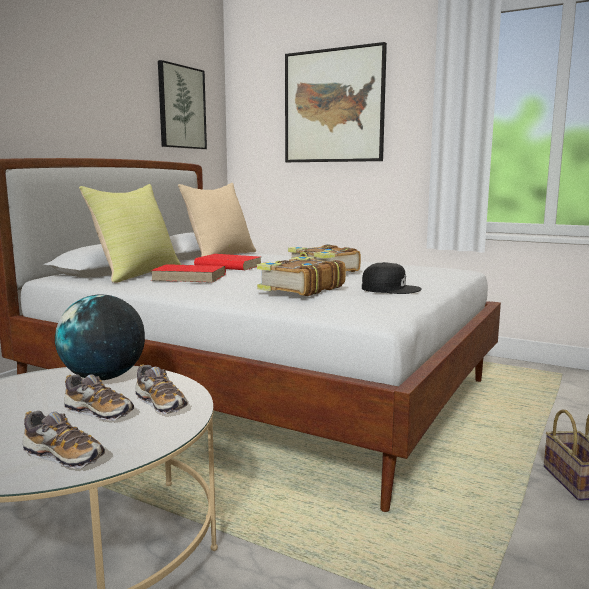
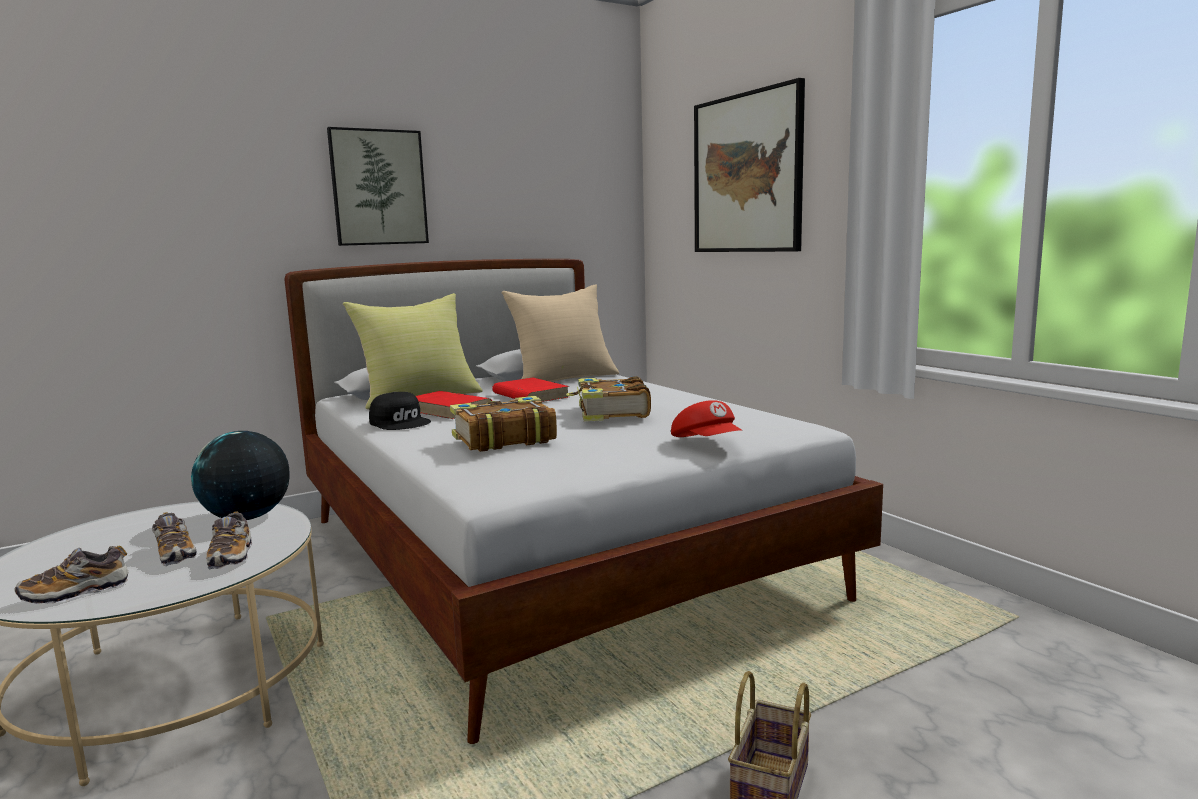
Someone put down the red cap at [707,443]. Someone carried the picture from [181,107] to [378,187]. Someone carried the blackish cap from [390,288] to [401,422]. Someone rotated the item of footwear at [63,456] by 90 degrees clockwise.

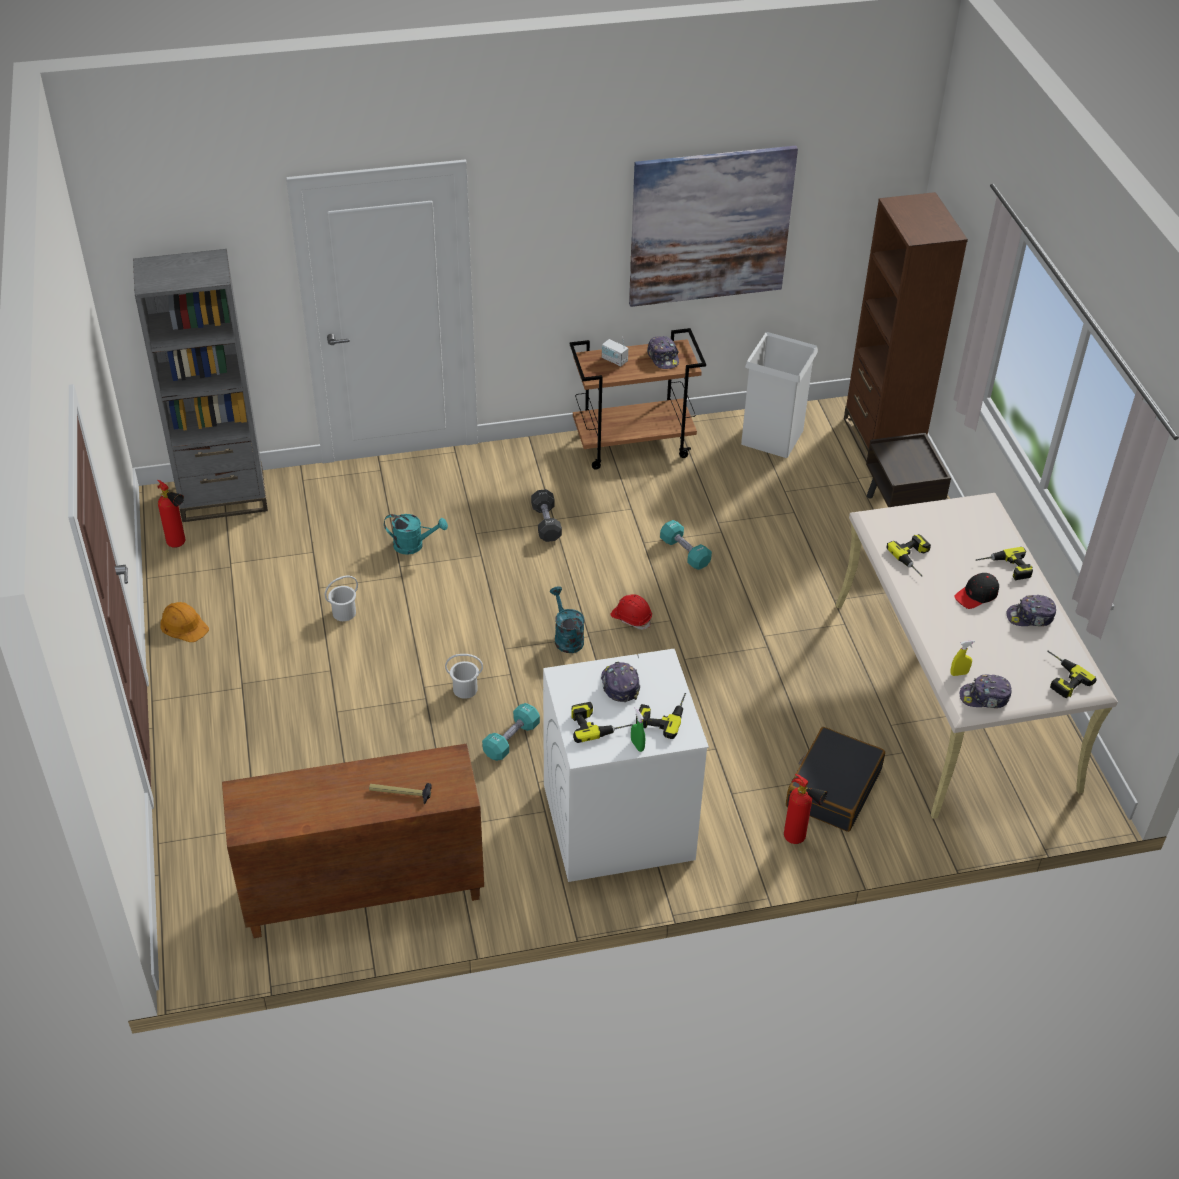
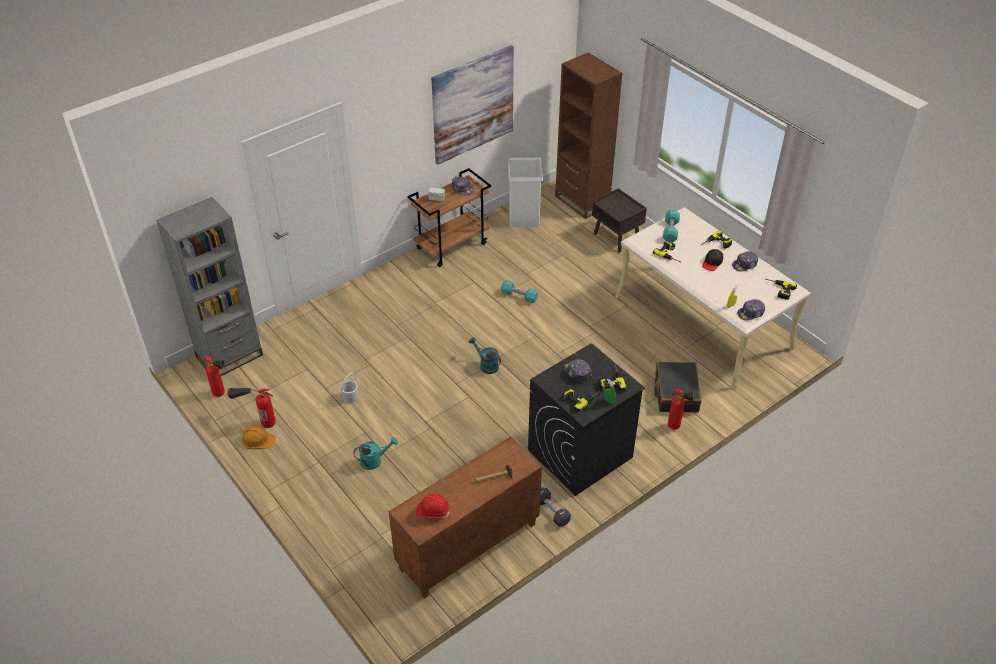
Someone took away the whitish bucket at [465,689]. Someone put down the fire-fighting cylinder at [256,419]. Someone carried the turquoise watering can from [414,545] to [375,460]. Someone carried the turquoise hand weight from [511,739] to [670,231]. Someone carried the blackish hand weight from [546,523] to [551,511]. Someone carried the red hard hat from [631,618] to [432,511]. Someone repainted the whitish washing machine at [617,822], which became the blackish washing machine at [579,454].

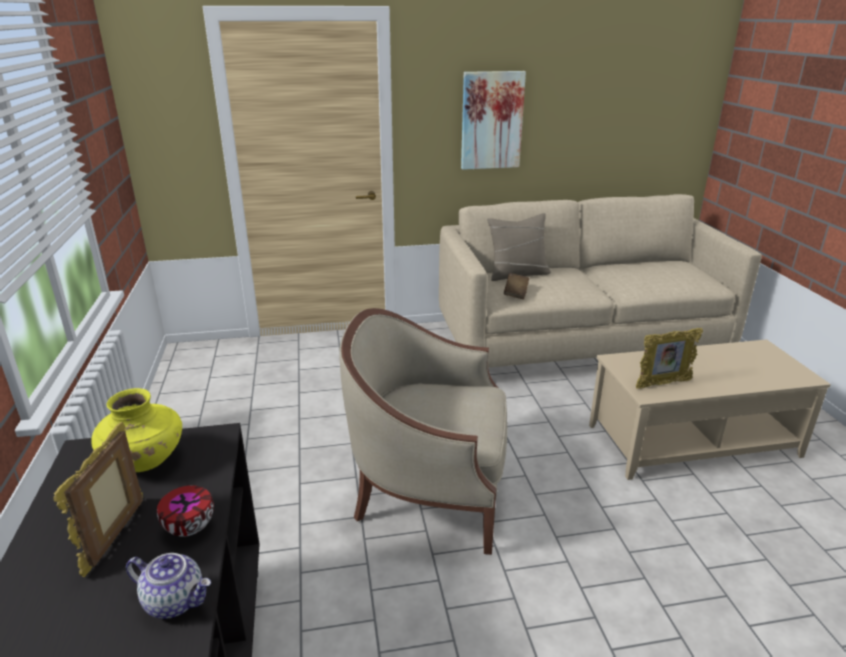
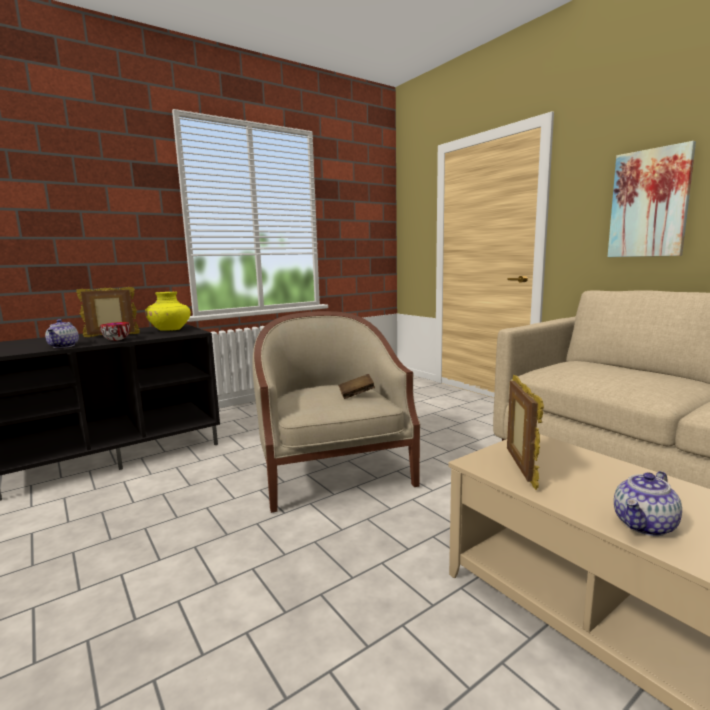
Someone took away the beige cushion at [517,274]. Someone put down the teapot at [645,525]. Someone carried the brownish book from [516,293] to [356,395]. Someone rotated the picture frame at [662,384] by 135 degrees counterclockwise.

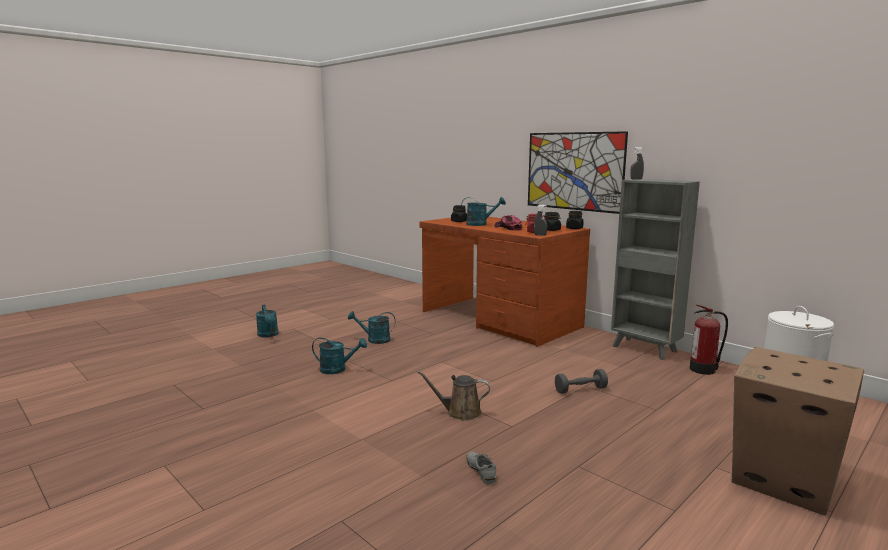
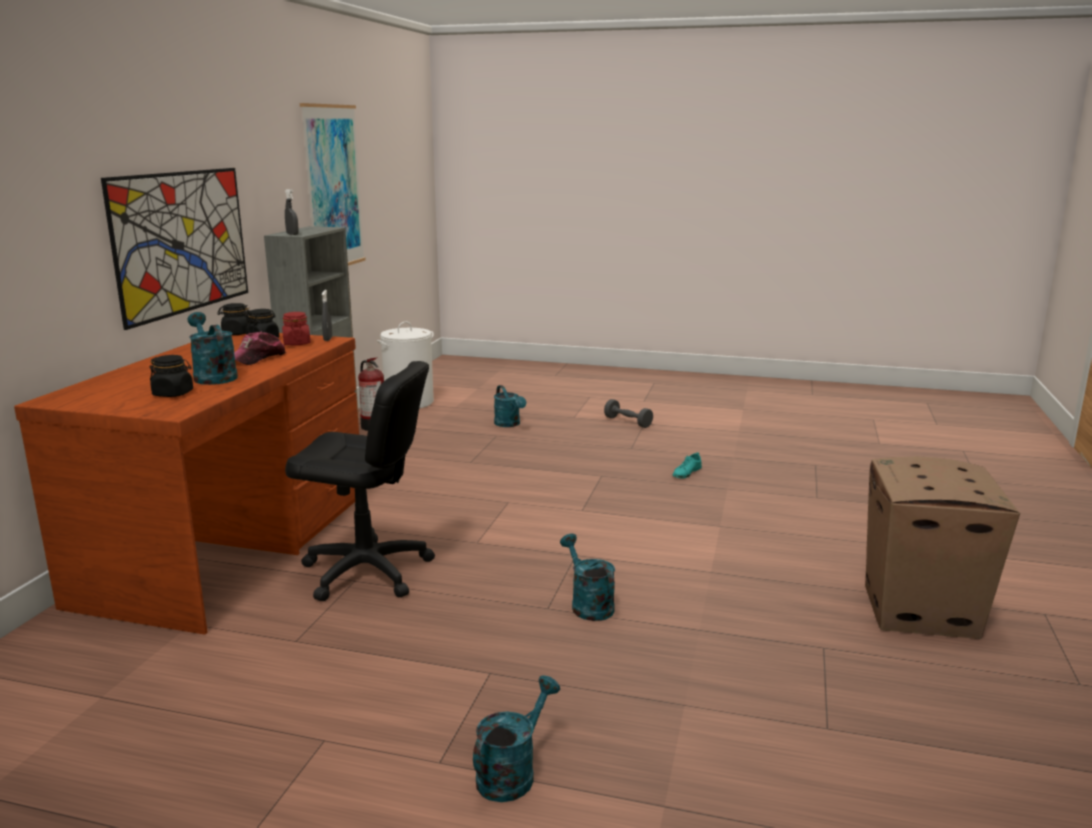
Someone took away the brownish watering can at [460,412]. Someone put down the blackish computer chair at [367,572]. Someone put up the picture at [333,188]. Someone carried the turquoise watering can from [374,340] to [509,424]. Someone carried the grey hand weight from [580,390] to [628,422]. Someone carried the carton from [781,479] to [920,611]. Someone repainted the grey item of footwear at [481,470], which became the turquoise item of footwear at [686,472].

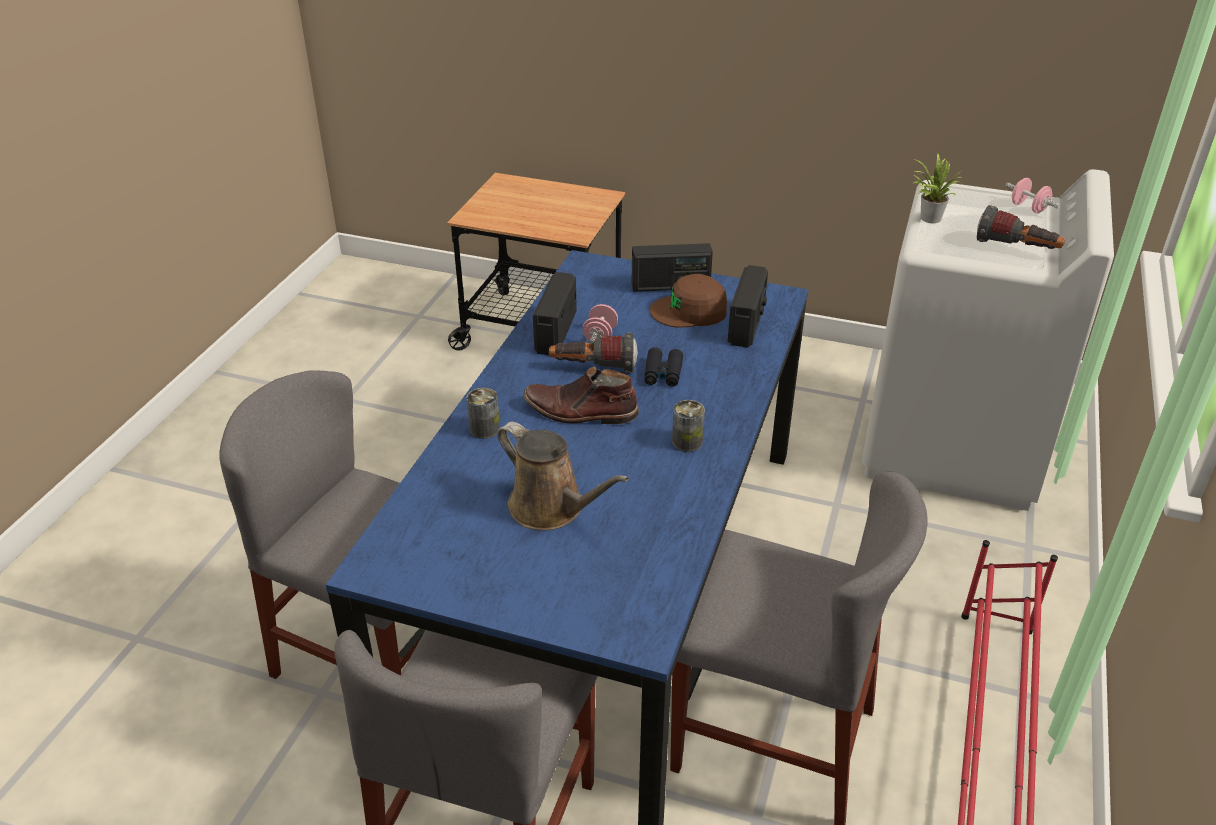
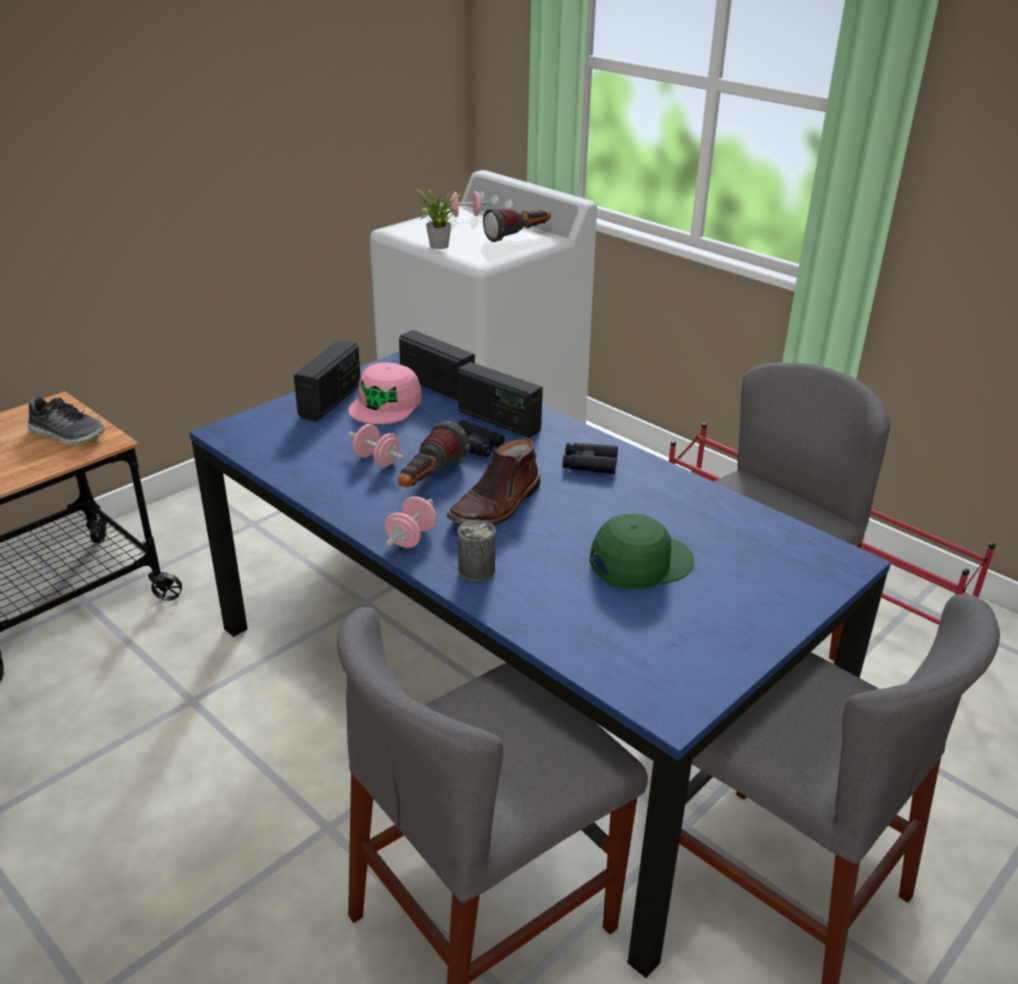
Someone put down the item of footwear at [67,434]. Someone put down the pink-coloured hand weight at [411,538]. Someone carried the radio from [555,332] to [498,421]. Someone swapped the brownish watering can at [552,508] for the greenish cap at [639,562]. Someone swapped the can at [687,441] for the blackish field glasses at [589,464]. Someone repainted the brownish cap at [689,311], which became the pink-coloured cap at [386,404].

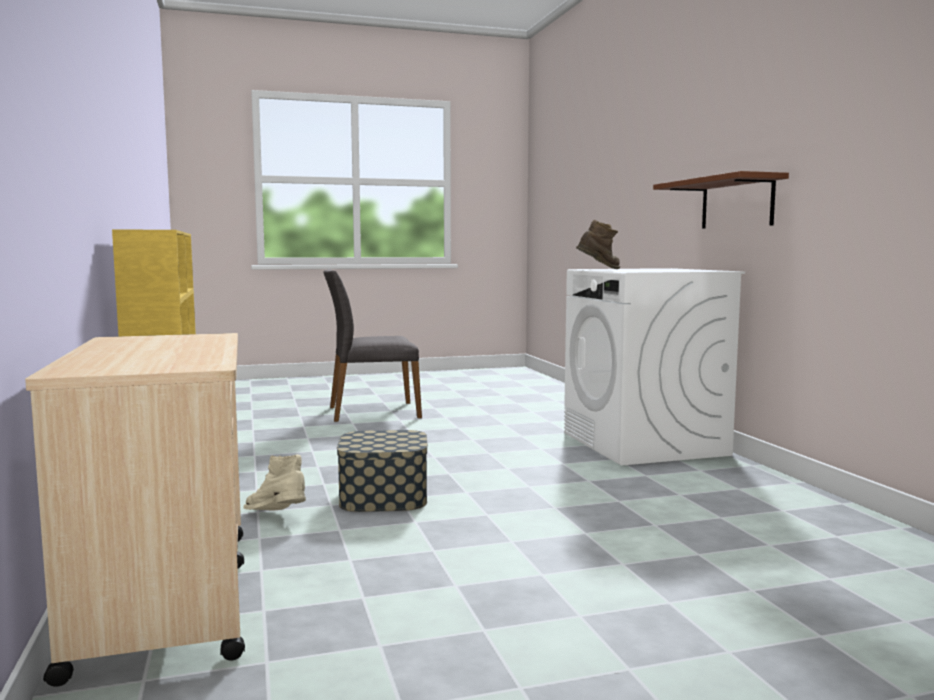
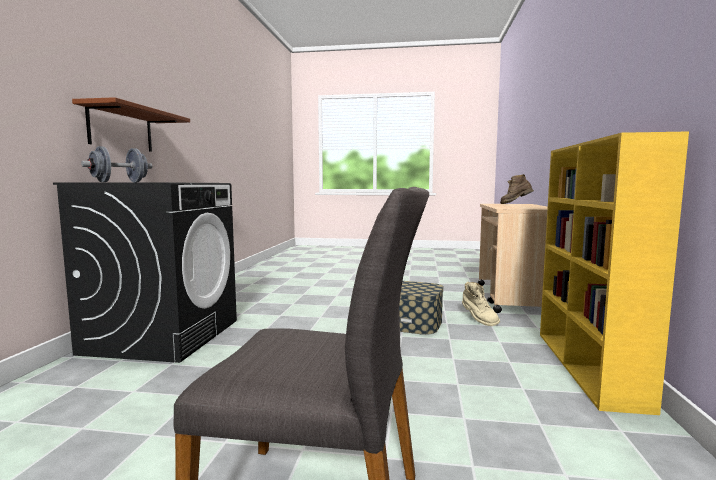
Someone put down the grey hand weight at [120,182]. Someone carried the brownish boot from [599,269] to [515,204]. Someone repainted the whitish washing machine at [644,444], which became the blackish washing machine at [164,336].

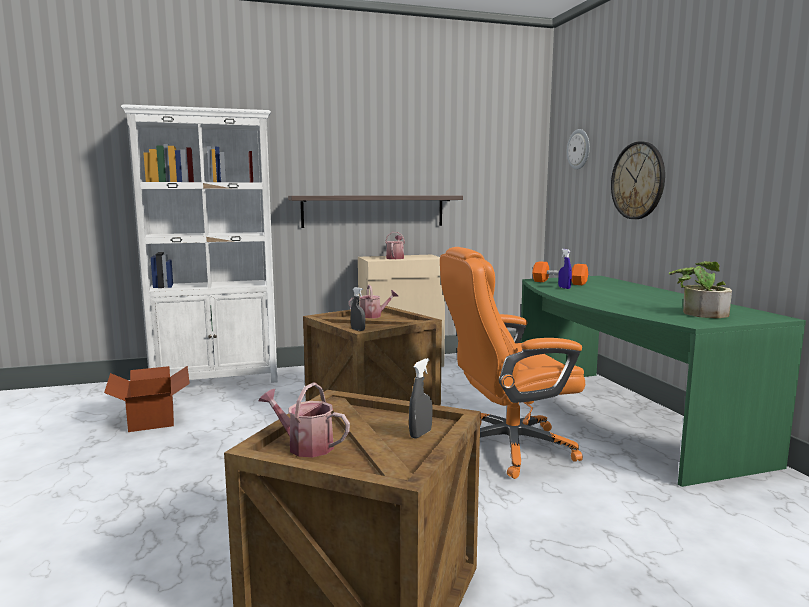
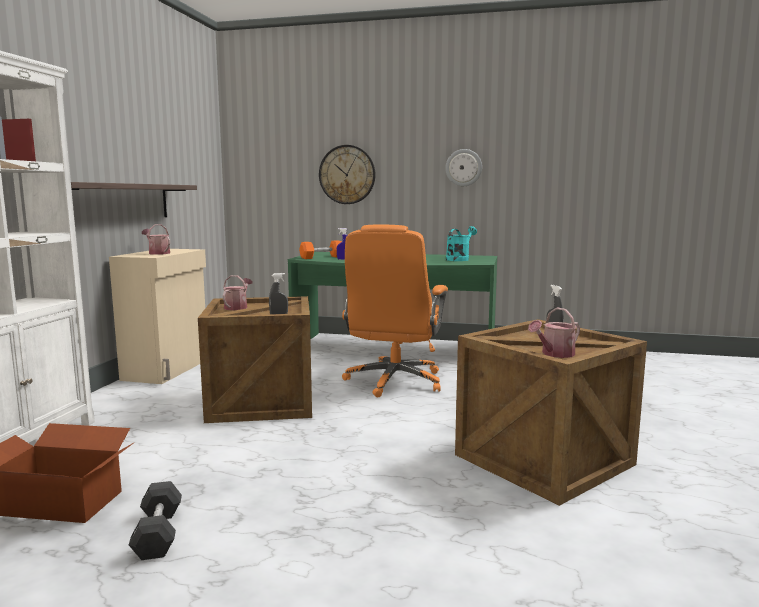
Someone put down the blackish hand weight at [158,533]. Someone carried the clock on the wall from [579,149] to [463,167]. Someone swapped the plant in a pot at [699,312] for the turquoise watering can at [459,259].

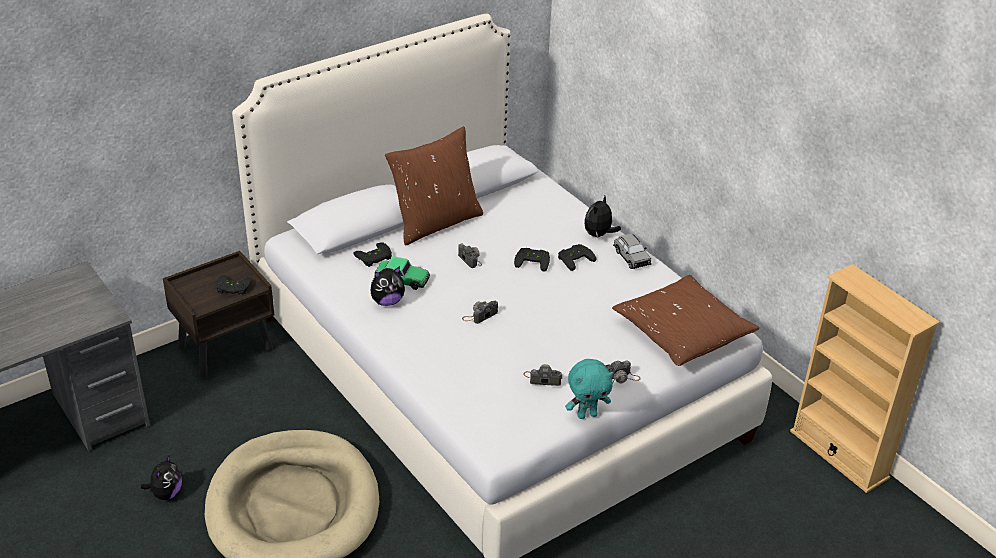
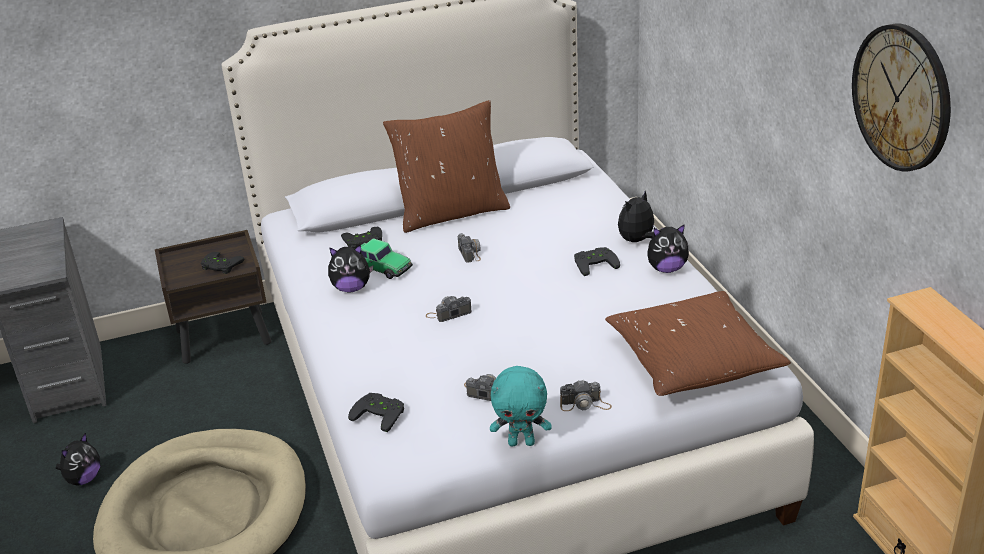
Someone put up the clock on the wall at [902,97]. Someone carried the blackish joypad from [533,260] to [380,413]. Someone swapped the grey miniature car at [631,257] for the cuddly toy at [666,269].

